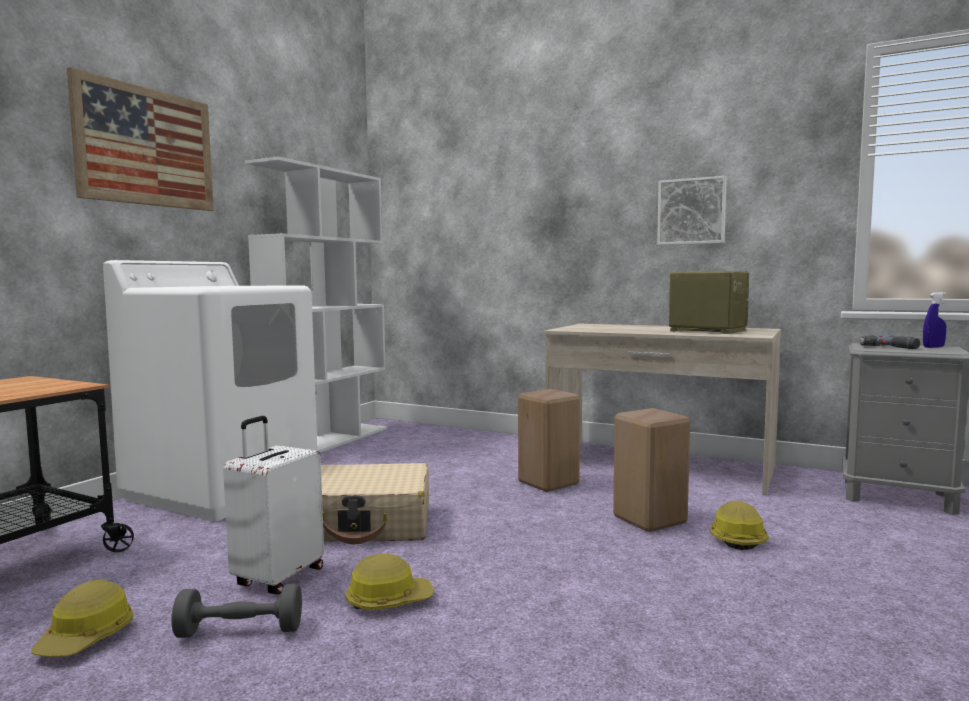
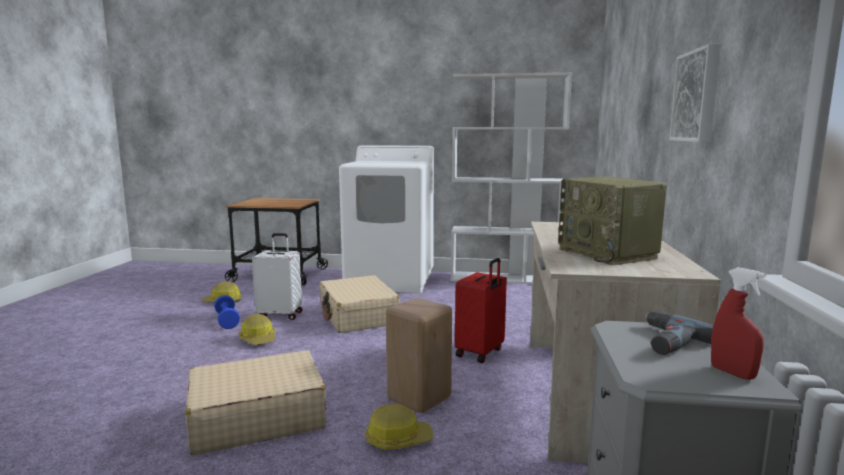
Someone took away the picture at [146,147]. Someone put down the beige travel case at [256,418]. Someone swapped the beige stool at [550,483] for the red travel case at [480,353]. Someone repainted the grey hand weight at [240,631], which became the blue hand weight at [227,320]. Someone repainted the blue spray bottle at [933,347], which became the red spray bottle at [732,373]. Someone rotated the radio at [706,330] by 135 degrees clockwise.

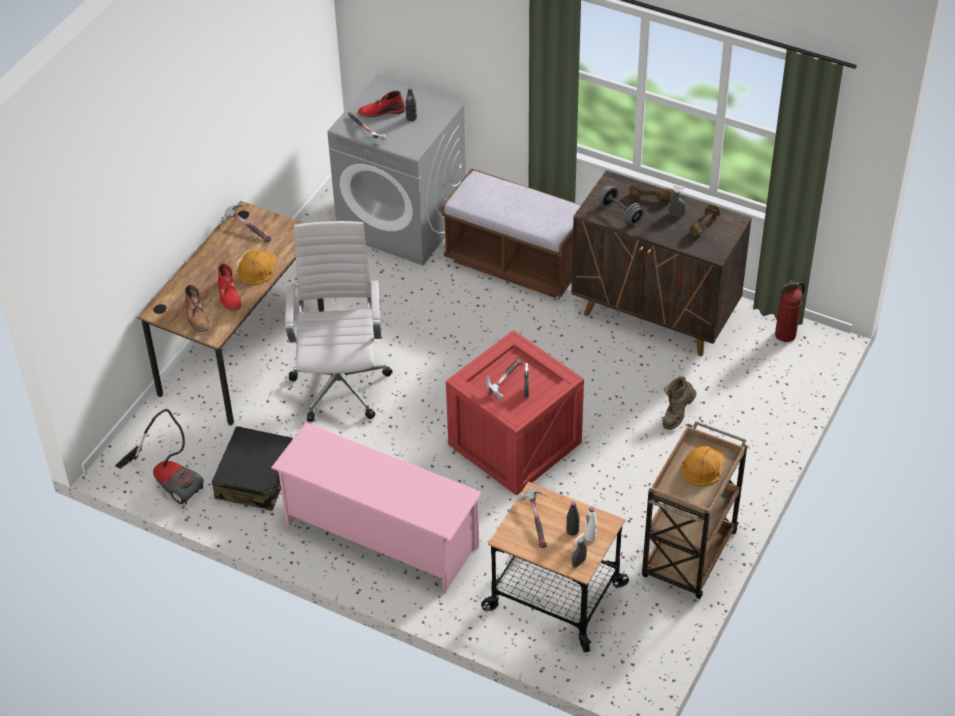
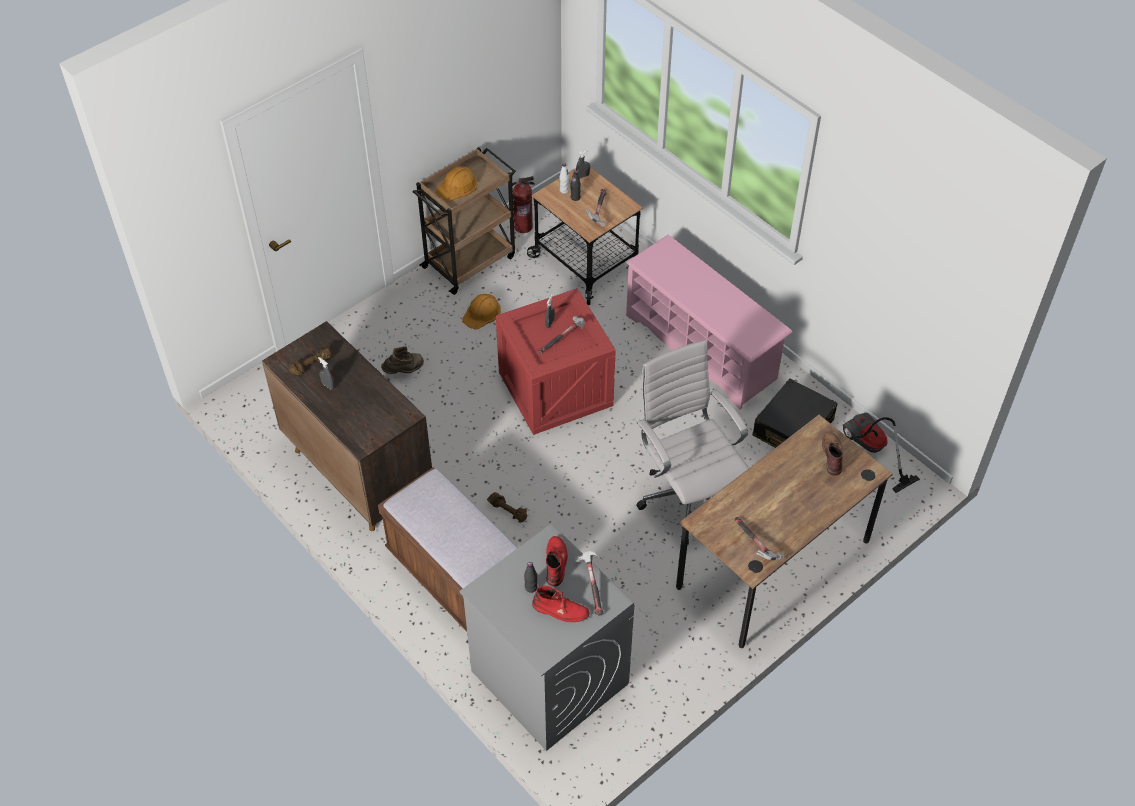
Someone took away the grey hand weight at [620,213]. Someone carried the red boot from [229,295] to [556,562]. Someone carried the orange hard hat from [257,268] to [482,313]. Someone carried the brownish hand weight from [650,198] to [508,511]. Someone carried the fire-fighting cylinder from [785,335] to [523,226]. Someone rotated the whitish computer chair at [341,383] by 135 degrees clockwise.

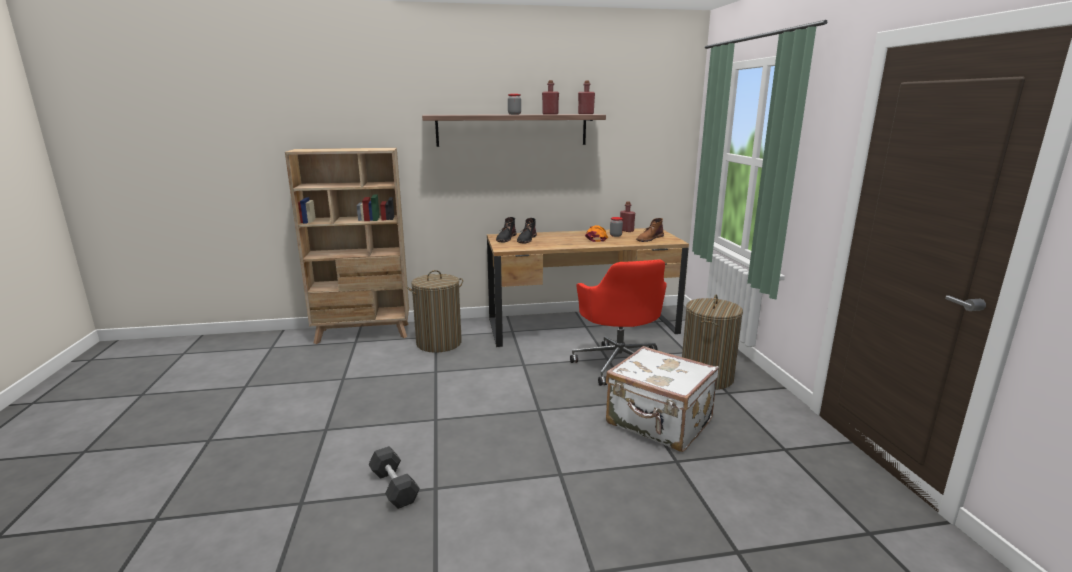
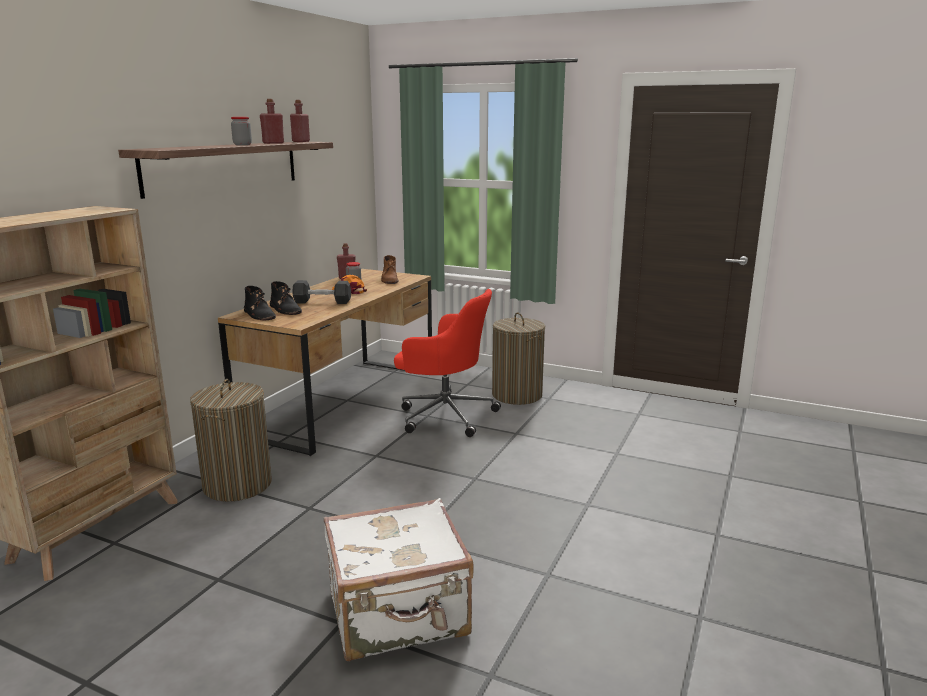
Someone carried the blackish hand weight from [394,487] to [322,302]. Someone carried the whitish travel case from [659,423] to [399,615].

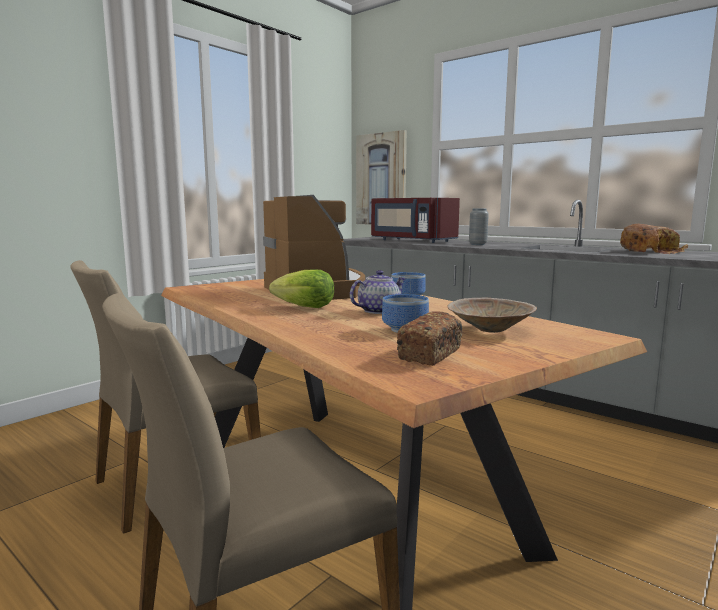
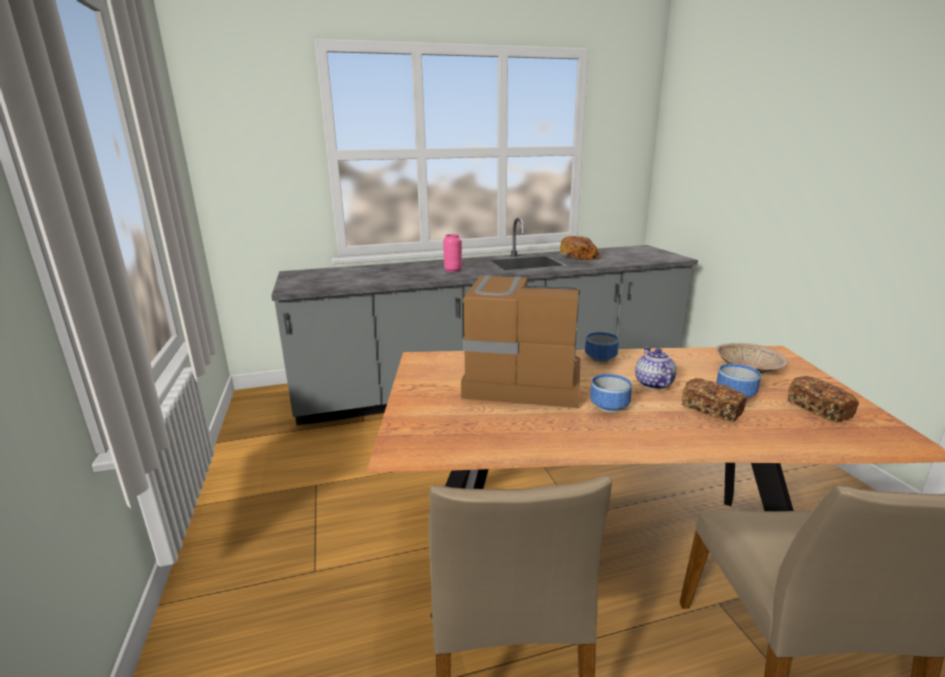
Someone took away the picture at [381,179]. Someone took away the red microwave at [411,240]. Someone put down the baked bread at [711,410]. Someone swapped the head of lettuce at [305,307] for the serving bowl at [611,406]. Someone repainted the grey vase at [477,244], which became the pink-coloured vase at [453,270].

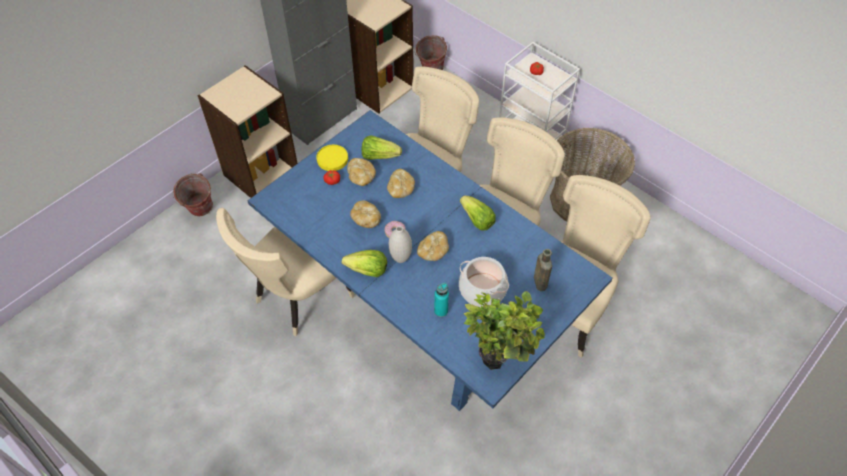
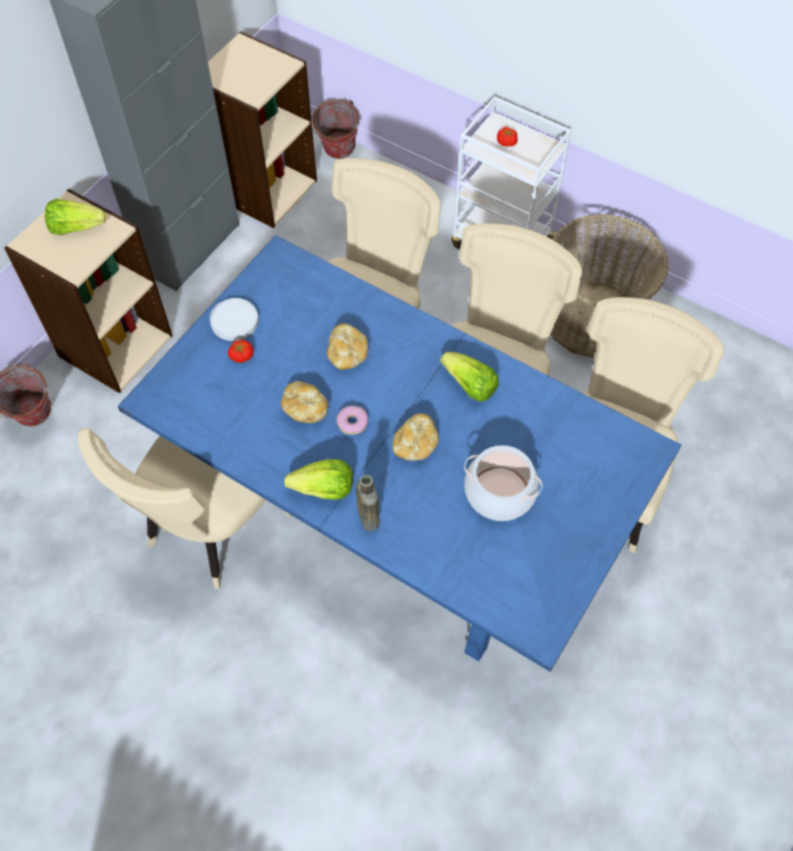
Someone took away the baked bread at [361,177]. Someone took away the whitish vase at [400,258]. Someone took away the turquoise bottle at [441,311]. Someone took away the plant in a pot at [499,357]. Someone carried the head of lettuce from [379,156] to [76,227]. Someone carried the brownish bottle from [539,281] to [368,516]. Someone repainted the yellow-coloured dinner plate at [332,159], which became the whitish dinner plate at [235,321].

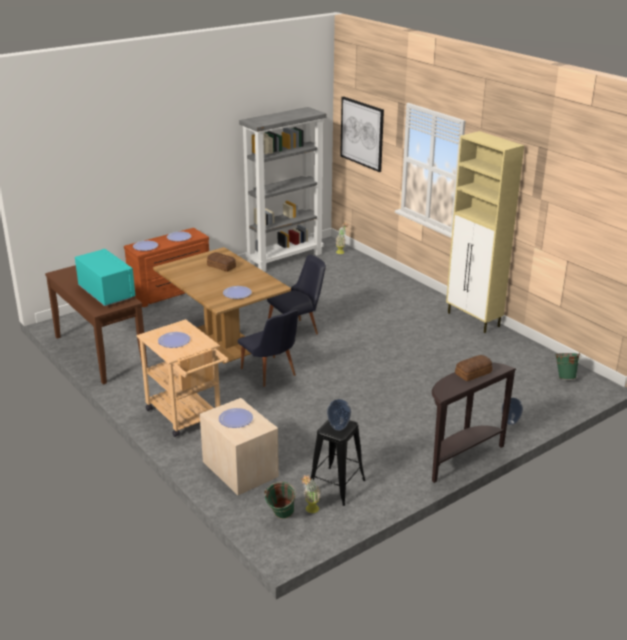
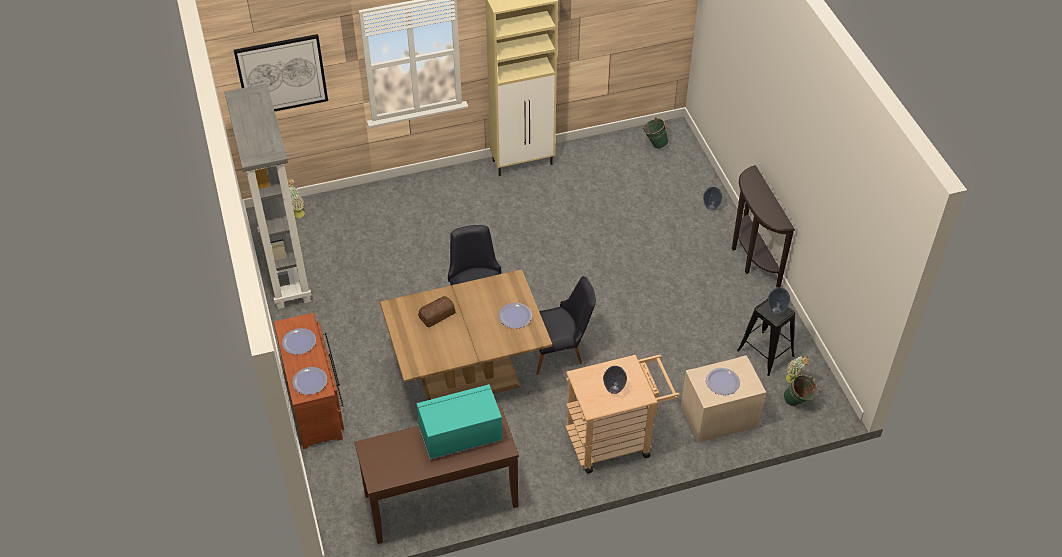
Someone took away the baked bread at [474,373]. Someone swapped the dinner plate at [174,340] for the vase at [613,389].

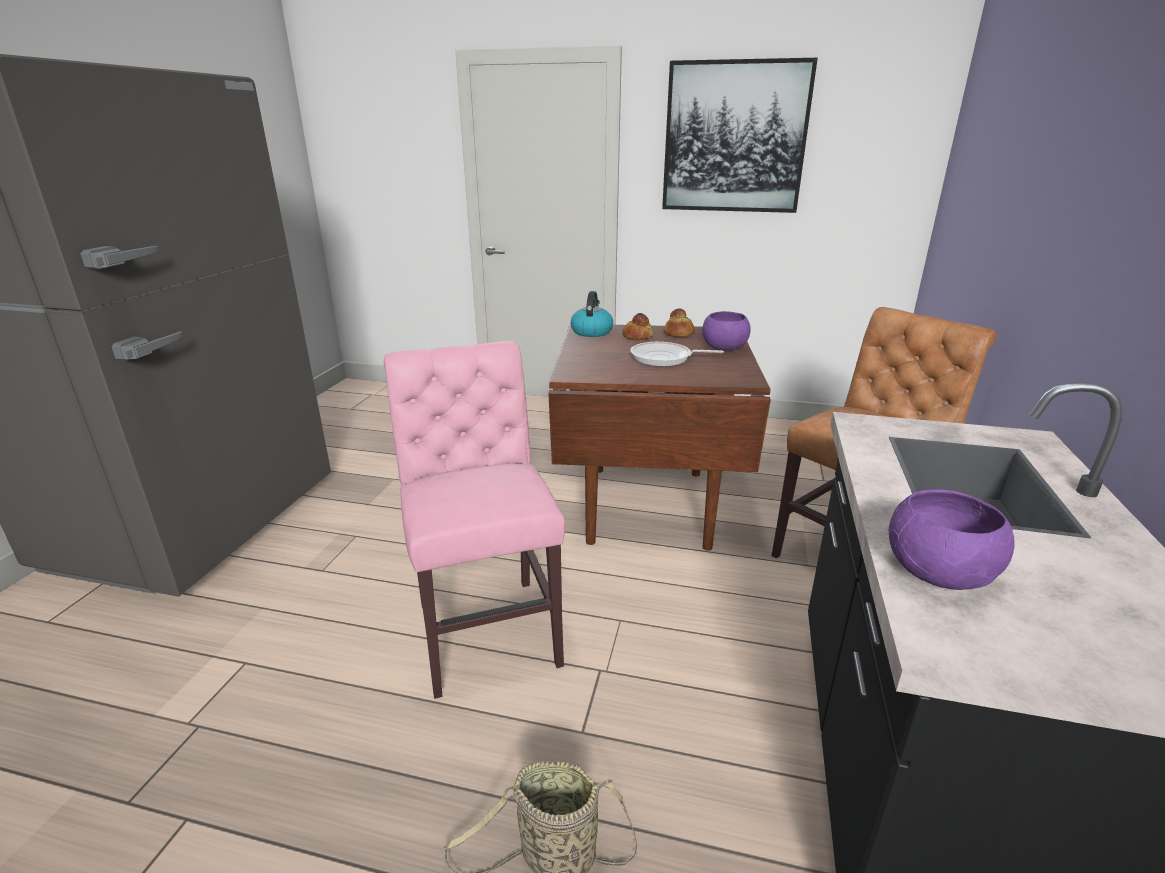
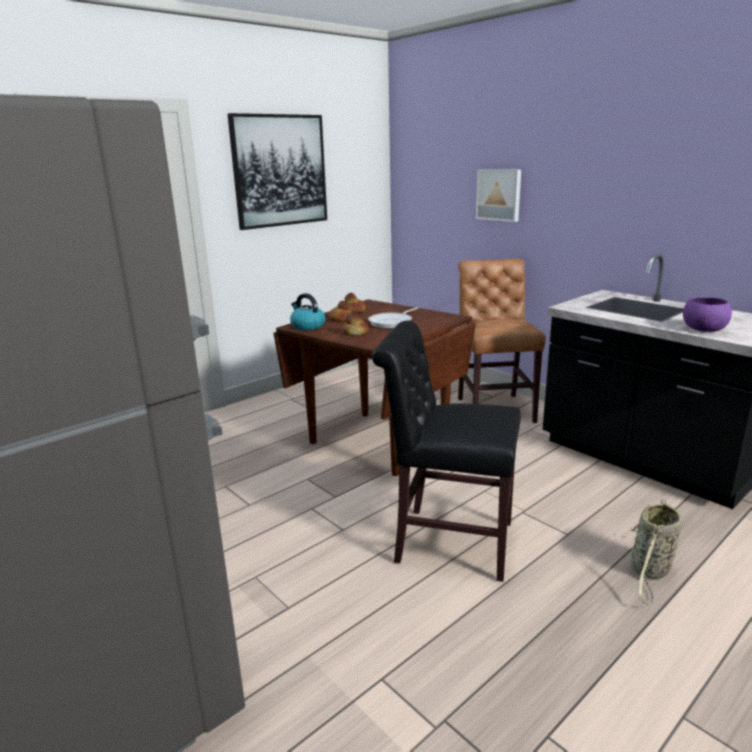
Someone took away the purple serving bowl at [724,348]. Someone put down the baked bread at [355,333]. Someone put up the picture at [499,195]. Someone repainted the pink-coloured upright chair at [486,627], which became the blackish upright chair at [447,541].

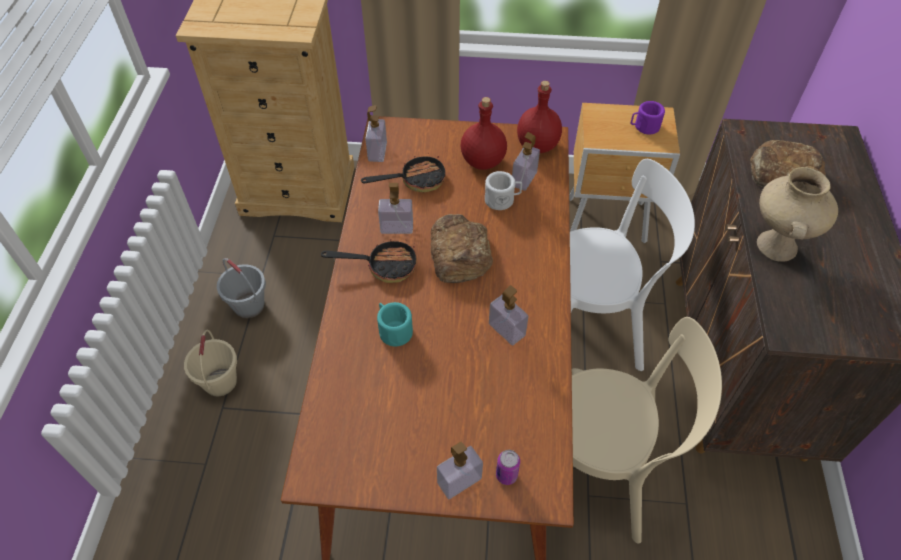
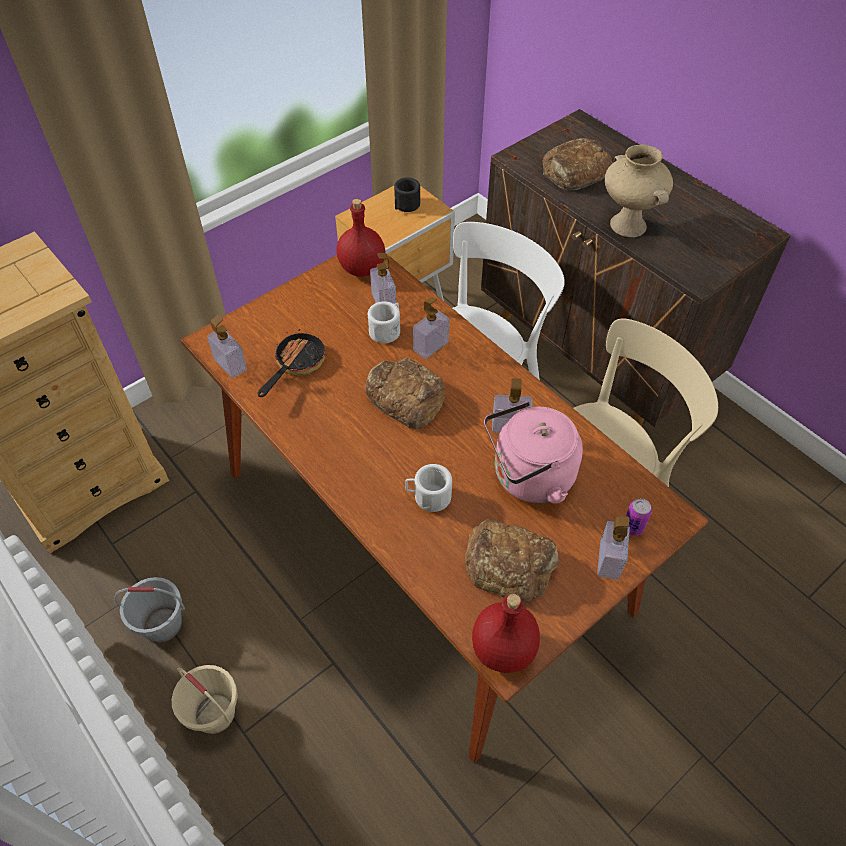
Someone took away the skillet at [384,265]. Someone put down the baked bread at [509,564]. Someone put down the pink-coloured water kettle at [528,477]. Someone carried the soap dispenser from [397,227] to [431,346]. Someone carried the red bottle from [483,162] to [504,650]. Someone repainted the turquoise tea mug at [393,330], which became the whitish tea mug at [428,496]. Someone repainted the purple tea mug at [644,127], which became the blackish tea mug at [405,206].

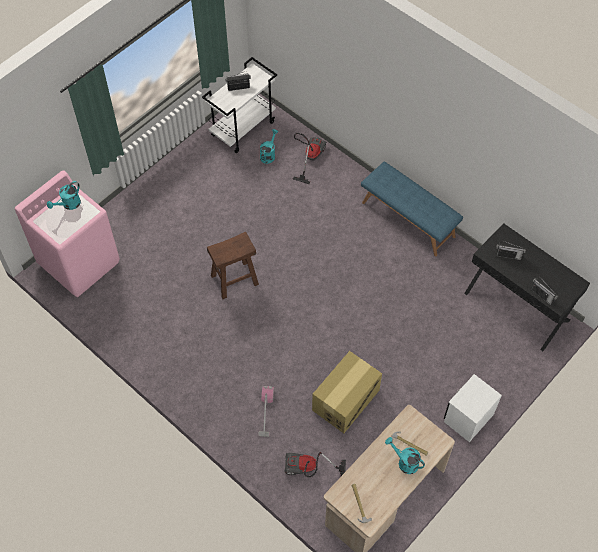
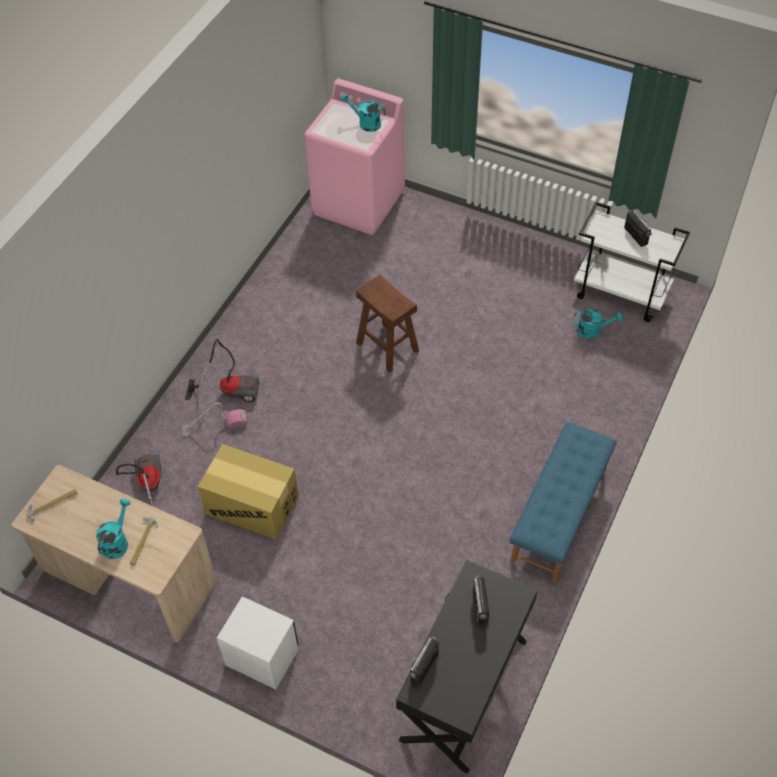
Someone carried the vacuum cleaner from [310,158] to [230,389].

